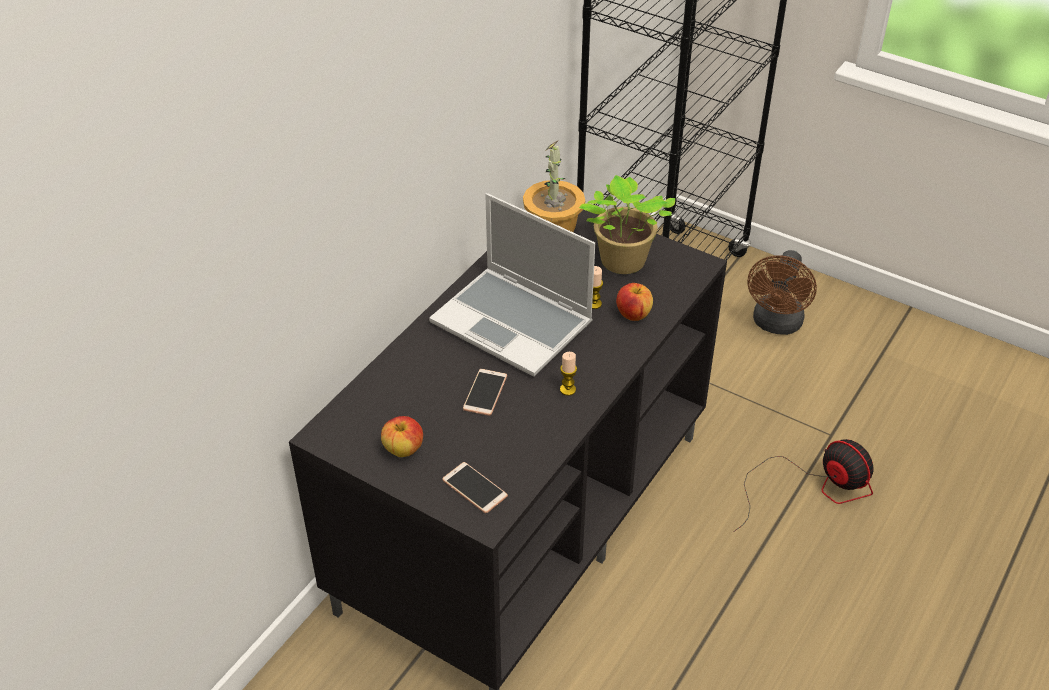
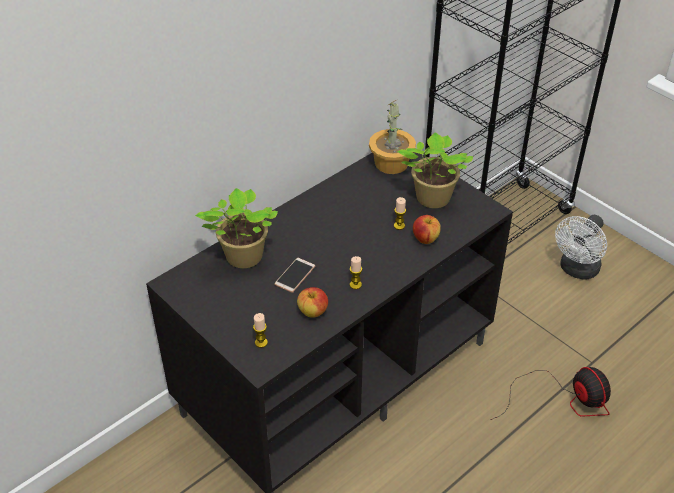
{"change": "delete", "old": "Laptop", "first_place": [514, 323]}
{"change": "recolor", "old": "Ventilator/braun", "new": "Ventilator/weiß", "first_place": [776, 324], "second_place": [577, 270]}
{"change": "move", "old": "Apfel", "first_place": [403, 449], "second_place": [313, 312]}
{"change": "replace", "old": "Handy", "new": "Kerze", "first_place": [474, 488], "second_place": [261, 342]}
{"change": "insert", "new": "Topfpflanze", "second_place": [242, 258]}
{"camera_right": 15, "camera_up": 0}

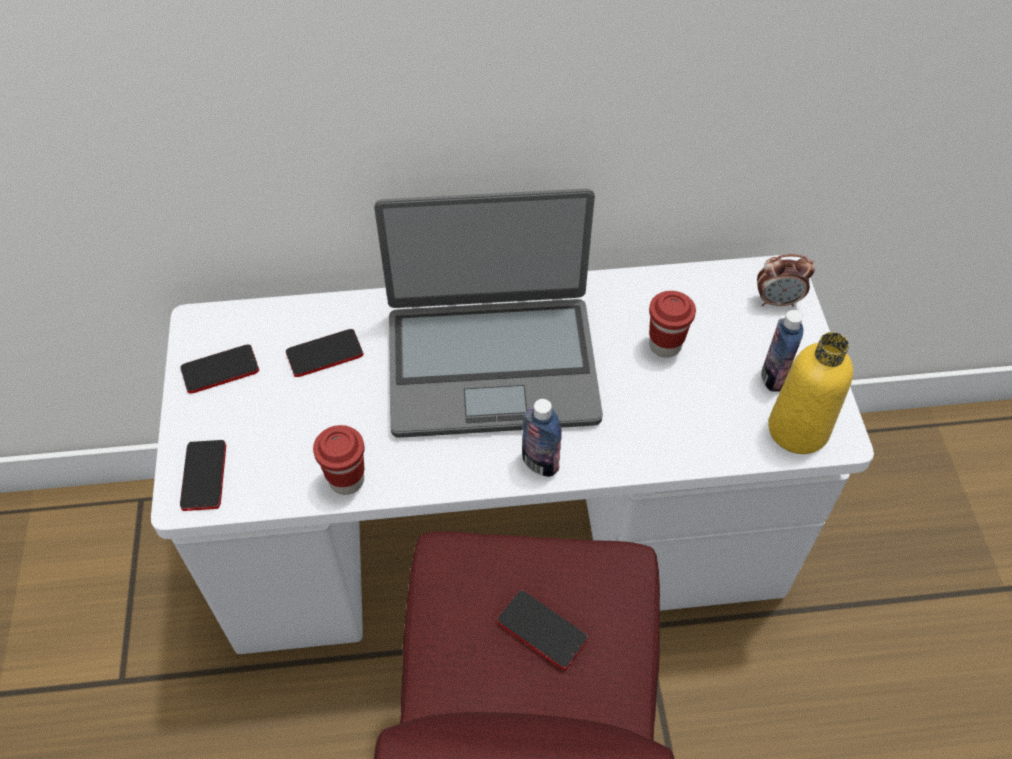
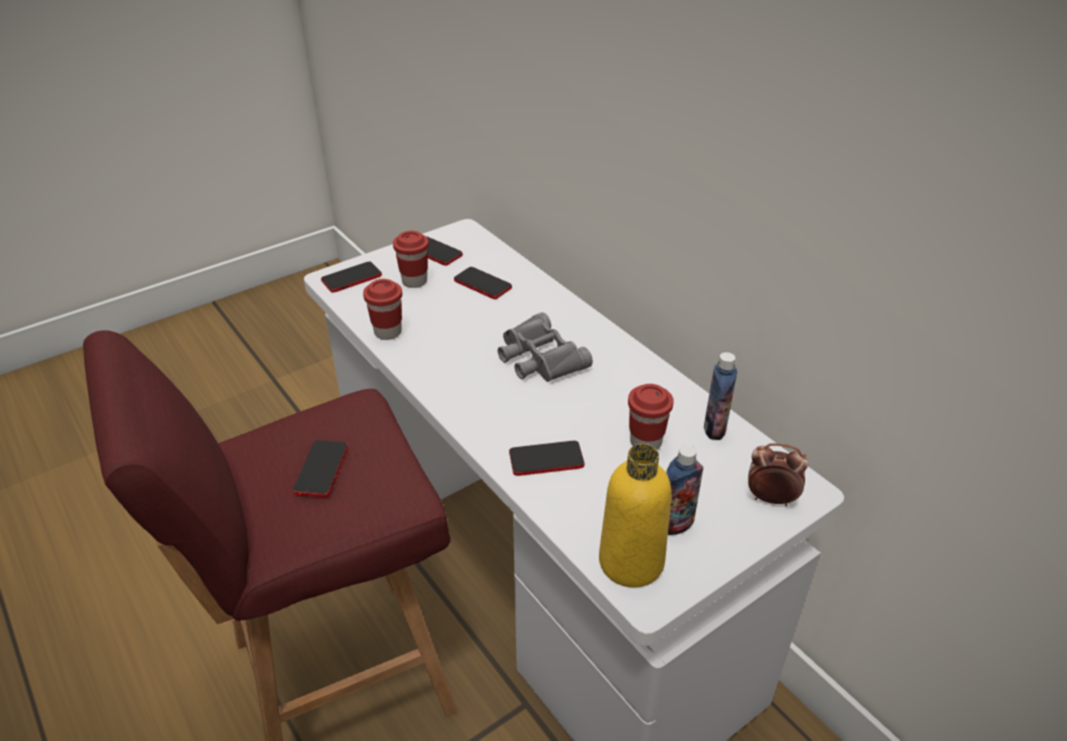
{"change": "replace", "old": "Laptop", "new": "Fernglas/grau", "first_place": [491, 365], "second_place": [539, 358]}
{"change": "rotate", "old": "Wecker", "first_place": [777, 301], "second_place": [770, 498], "degrees": 135}
{"change": "move", "old": "Flasche", "first_place": [540, 463], "second_place": [714, 428]}
{"change": "insert", "new": "Tasse/rot", "second_place": [414, 281]}
{"change": "insert", "new": "Handy", "second_place": [546, 459]}
{"camera_right": 60, "camera_up": -15}

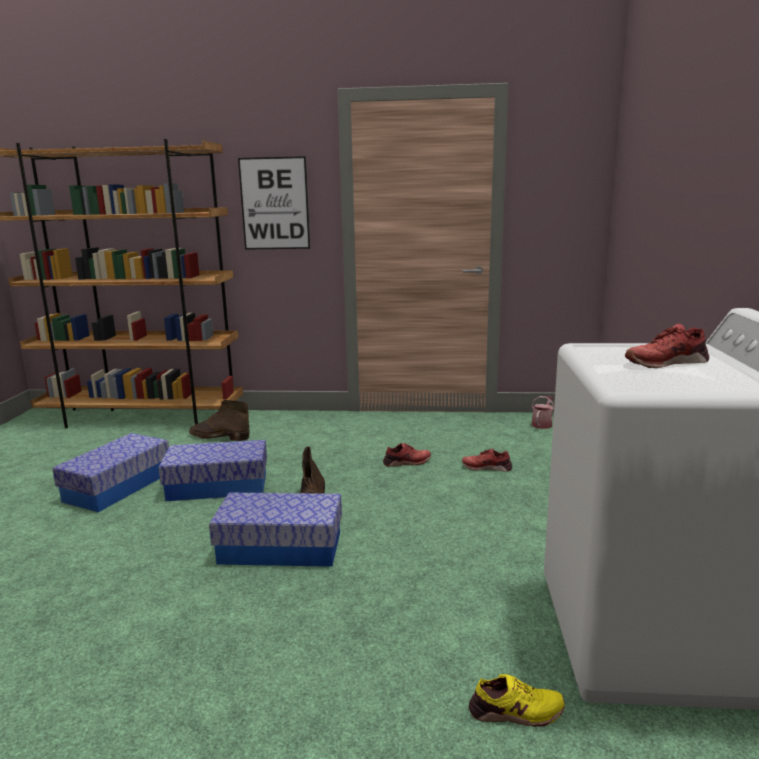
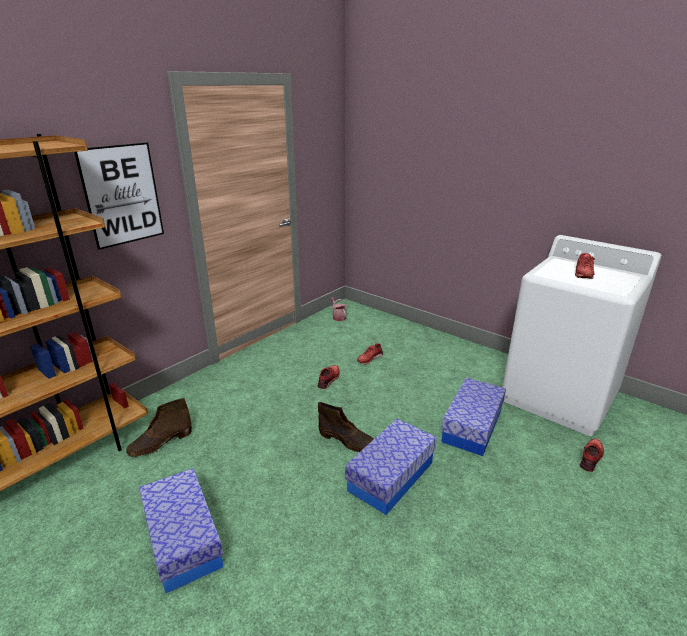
{"change": "move", "old": "Aufbewahrungsbox", "first_place": [217, 486], "second_place": [472, 426]}
{"change": "recolor", "old": "Schuh/gelb", "new": "Schuh/rot", "first_place": [515, 712], "second_place": [591, 458]}
{"camera_right": -55, "camera_up": 10}

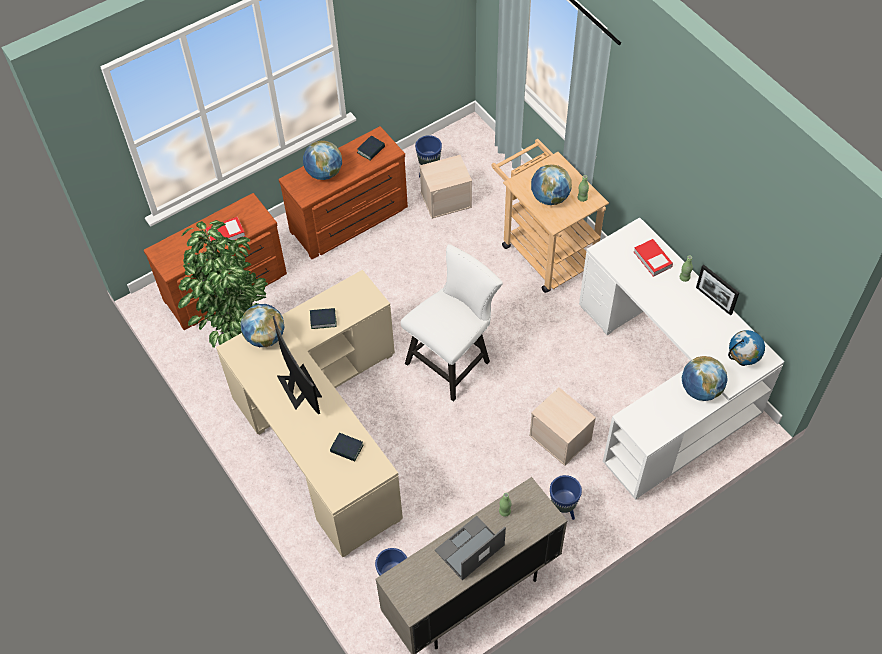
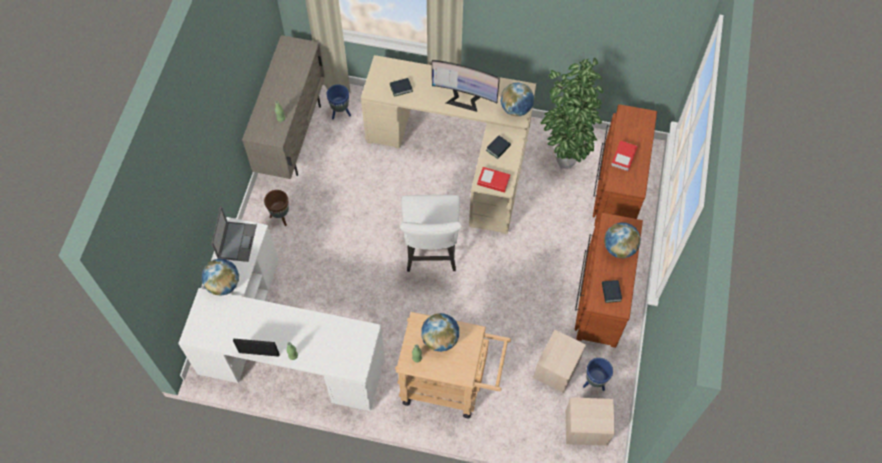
{"change": "move", "old": "Buch", "first_place": [652, 259], "second_place": [493, 181]}
{"change": "delete", "old": "Globus", "first_place": [742, 361]}
{"change": "move", "old": "Aufbewahrungsbox/beige", "first_place": [561, 437], "second_place": [585, 428]}
{"change": "recolor", "old": "Pflanzkübel/blau", "new": "Pflanzkübel/braun", "first_place": [562, 510], "second_place": [281, 217]}
{"change": "move", "old": "Laptop", "first_place": [469, 548], "second_place": [237, 241]}
{"camera_right": 135, "camera_up": 5}

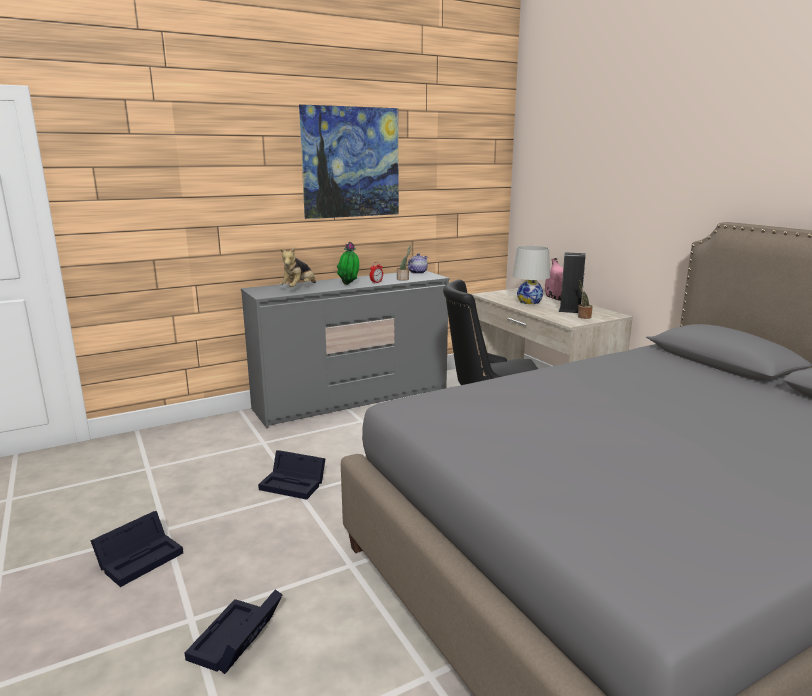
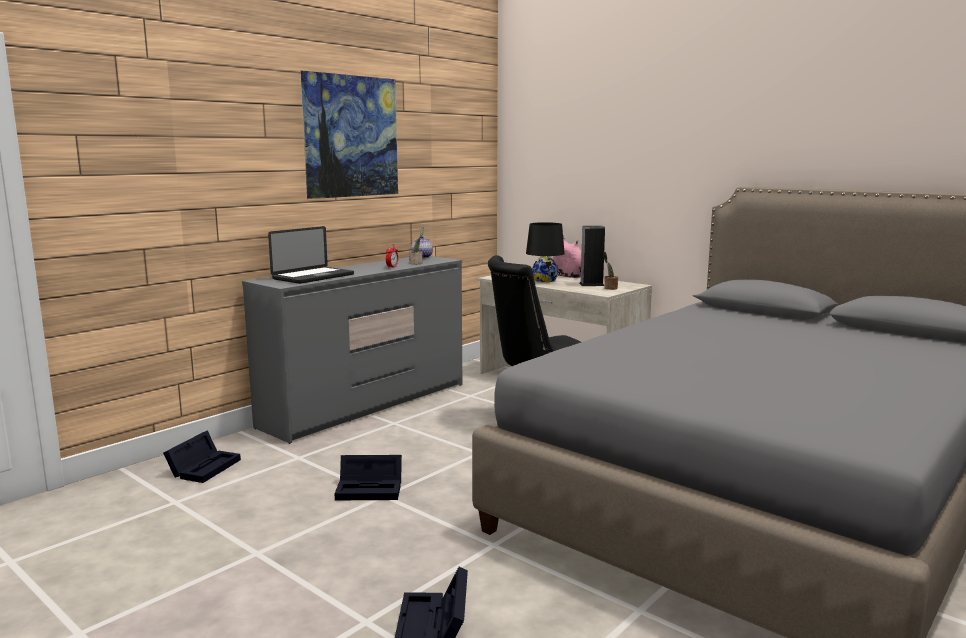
{"change": "delete", "old": "Topfpflanze", "first_place": [349, 284]}
{"change": "recolor", "old": "Tischlampe/weiß", "new": "Tischlampe/schwarz", "first_place": [529, 302], "second_place": [544, 280]}
{"change": "replace", "old": "Plüschtier", "new": "Laptop", "first_place": [299, 288], "second_place": [313, 277]}
{"change": "move", "old": "Aufbewahrungsbox/schwarz", "first_place": [141, 557], "second_place": [204, 467]}
{"camera_right": -20, "camera_up": -5}

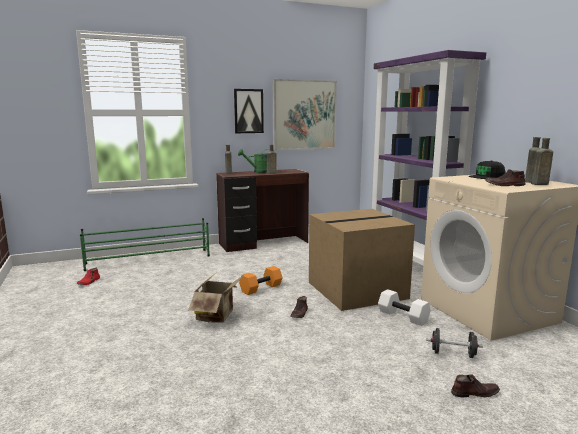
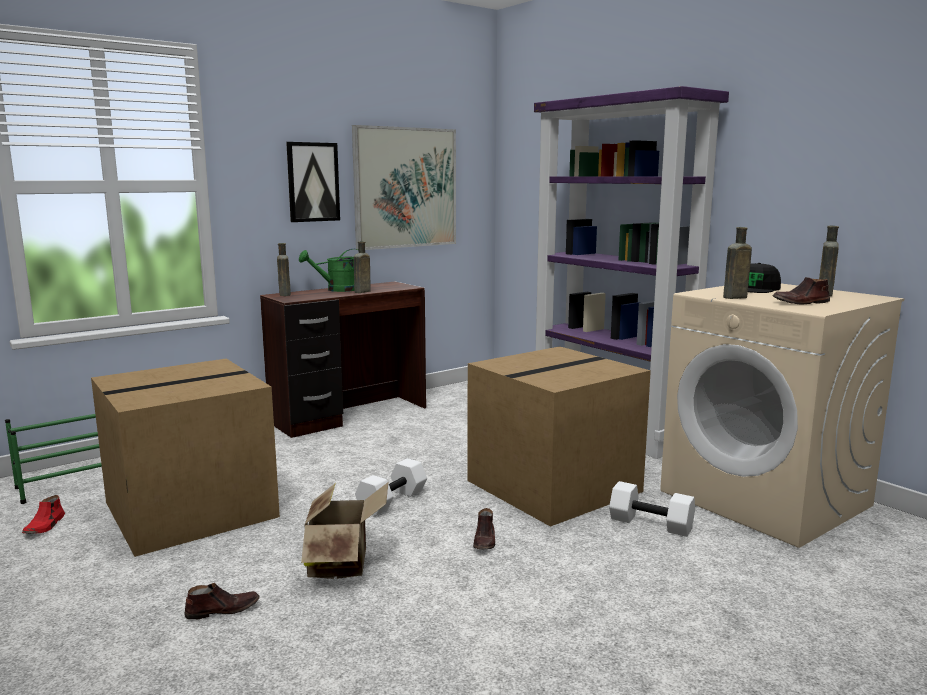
{"change": "move", "old": "Flasche/braun", "first_place": [538, 184], "second_place": [733, 297]}
{"change": "recolor", "old": "Hantel/orange", "new": "Hantel/weiß", "first_place": [261, 288], "second_place": [391, 500]}
{"change": "delete", "old": "Hantel/schwarz", "first_place": [453, 354]}
{"change": "move", "old": "Schuh/braun", "first_place": [474, 393], "second_place": [223, 610]}
{"change": "insert", "new": "Karton", "second_place": [192, 508]}
{"camera_right": -15, "camera_up": 0}

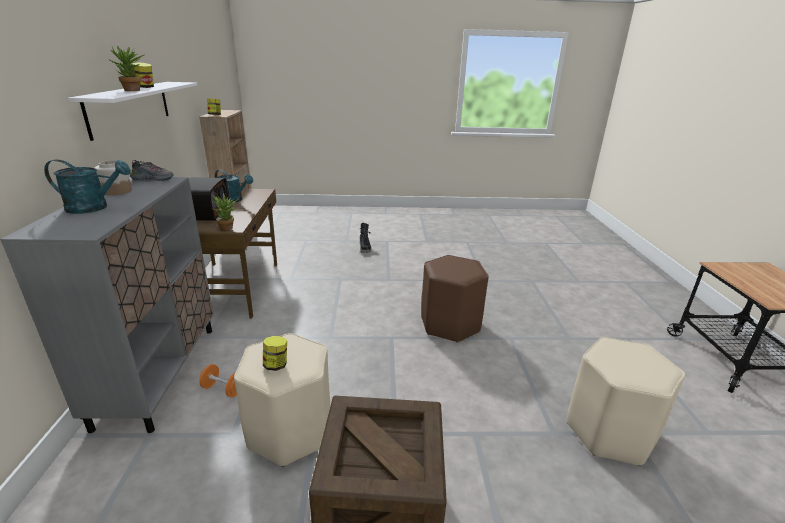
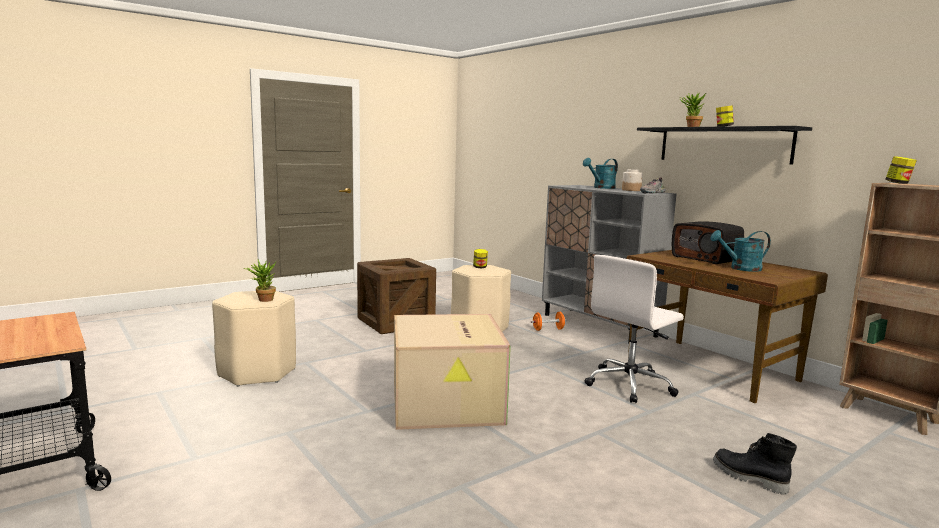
{"change": "recolor", "old": "Wandregal/weiß", "new": "Wandregal/schwarz", "first_place": [130, 107], "second_place": [723, 145]}
{"change": "move", "old": "Topfpflanze", "first_place": [229, 228], "second_place": [262, 300]}
{"change": "replace", "old": "Hocker/braun", "new": "Karton", "first_place": [449, 324], "second_place": [448, 404]}
{"change": "insert", "new": "Bürostuhl/weiß", "second_place": [630, 385]}
{"camera_right": 145, "camera_up": -15}

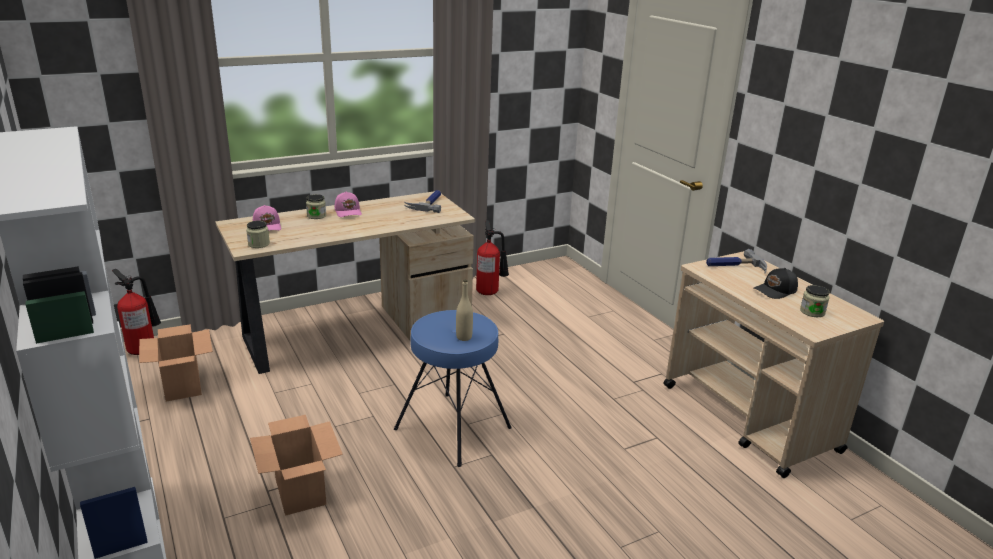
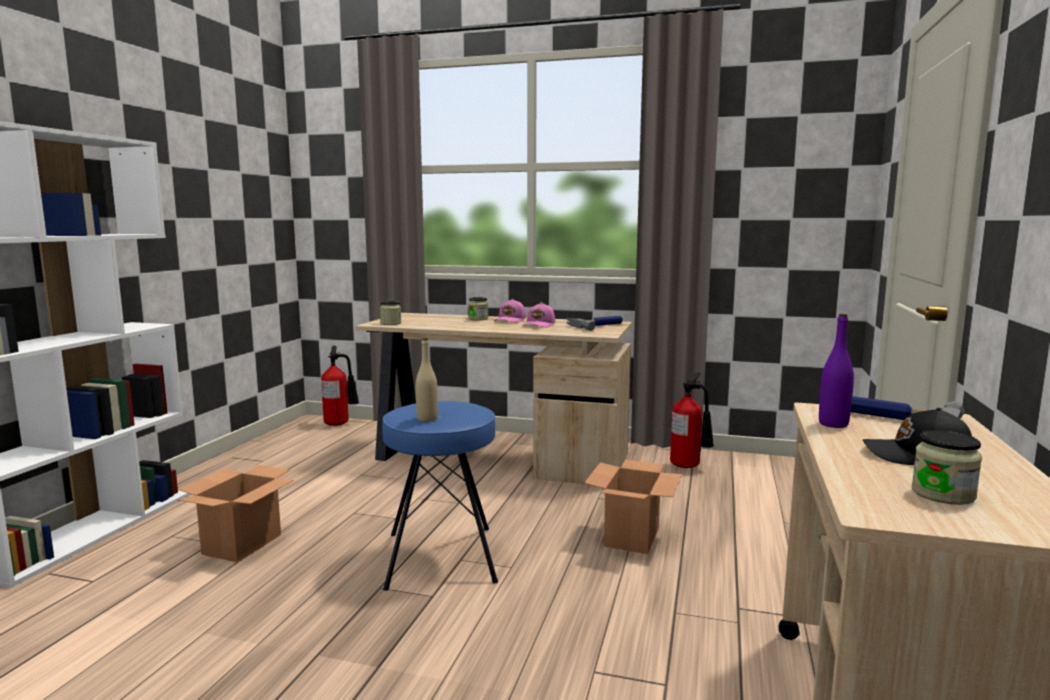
{"change": "move", "old": "Kappe/rosa", "first_place": [267, 226], "second_place": [539, 325]}
{"change": "move", "old": "Karton", "first_place": [182, 385], "second_place": [631, 536]}
{"change": "insert", "new": "Flasche/lila", "second_place": [833, 424]}
{"camera_right": 45, "camera_up": -15}

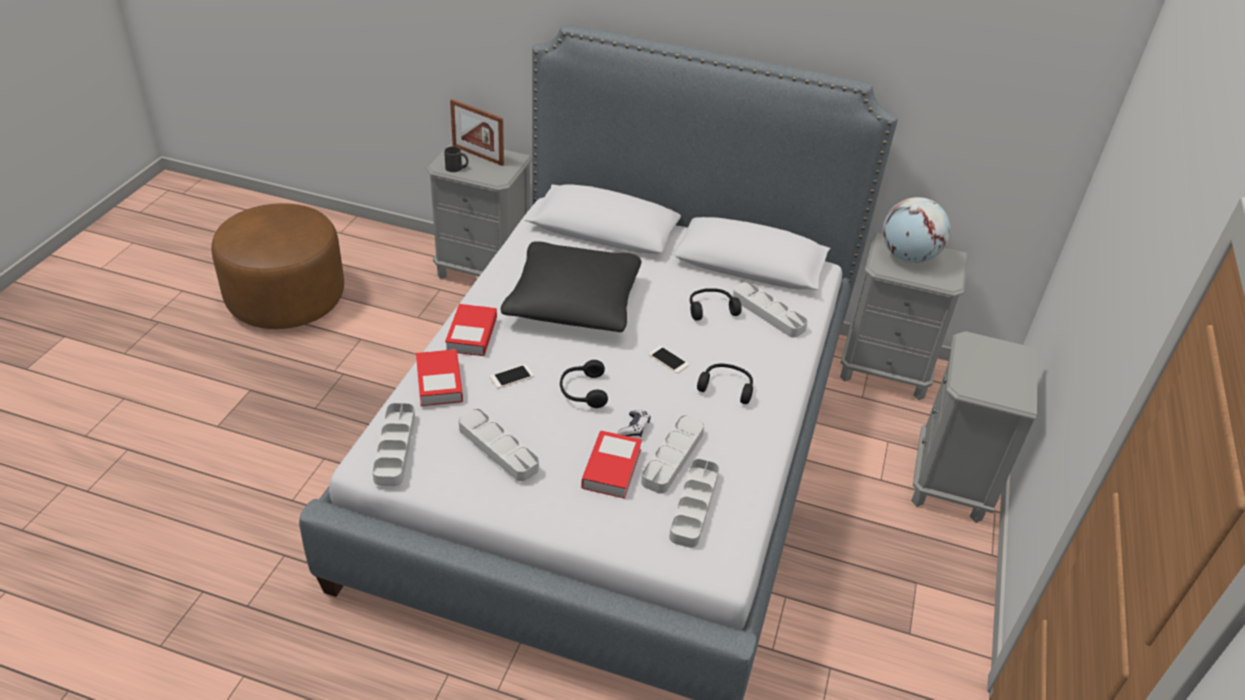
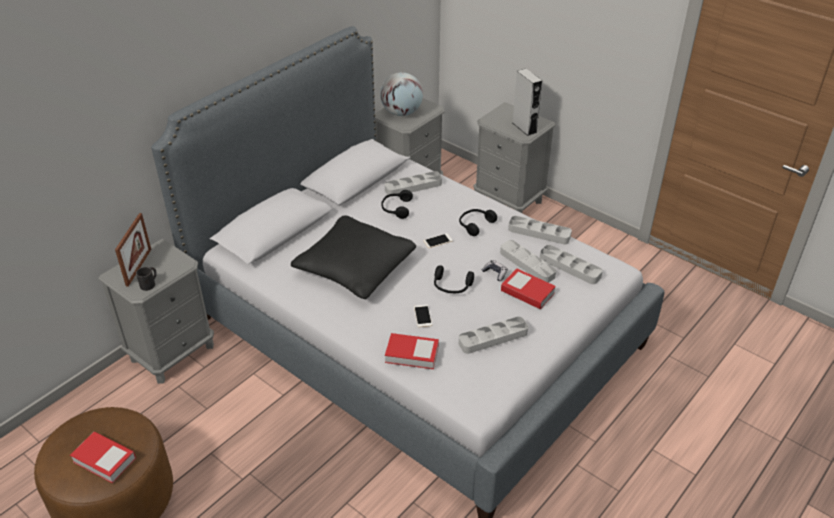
{"change": "rotate", "old": "Bilderrahmen", "first_place": [478, 155], "second_place": [139, 267], "degrees": -45}
{"change": "move", "old": "Buch", "first_place": [471, 334], "second_place": [104, 460]}
{"change": "move", "old": "Tablett/grau", "first_place": [395, 447], "second_place": [539, 233]}
{"change": "insert", "new": "Lautsprecher/grau", "second_place": [524, 127]}
{"camera_right": -65, "camera_up": 0}

